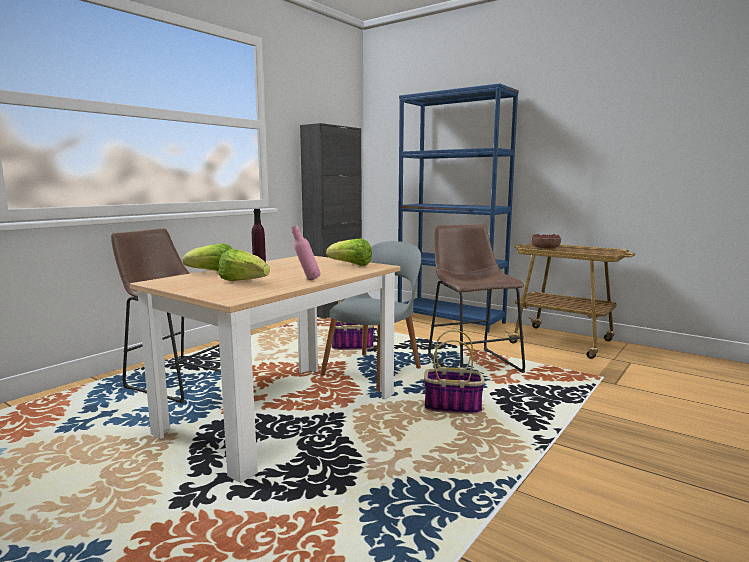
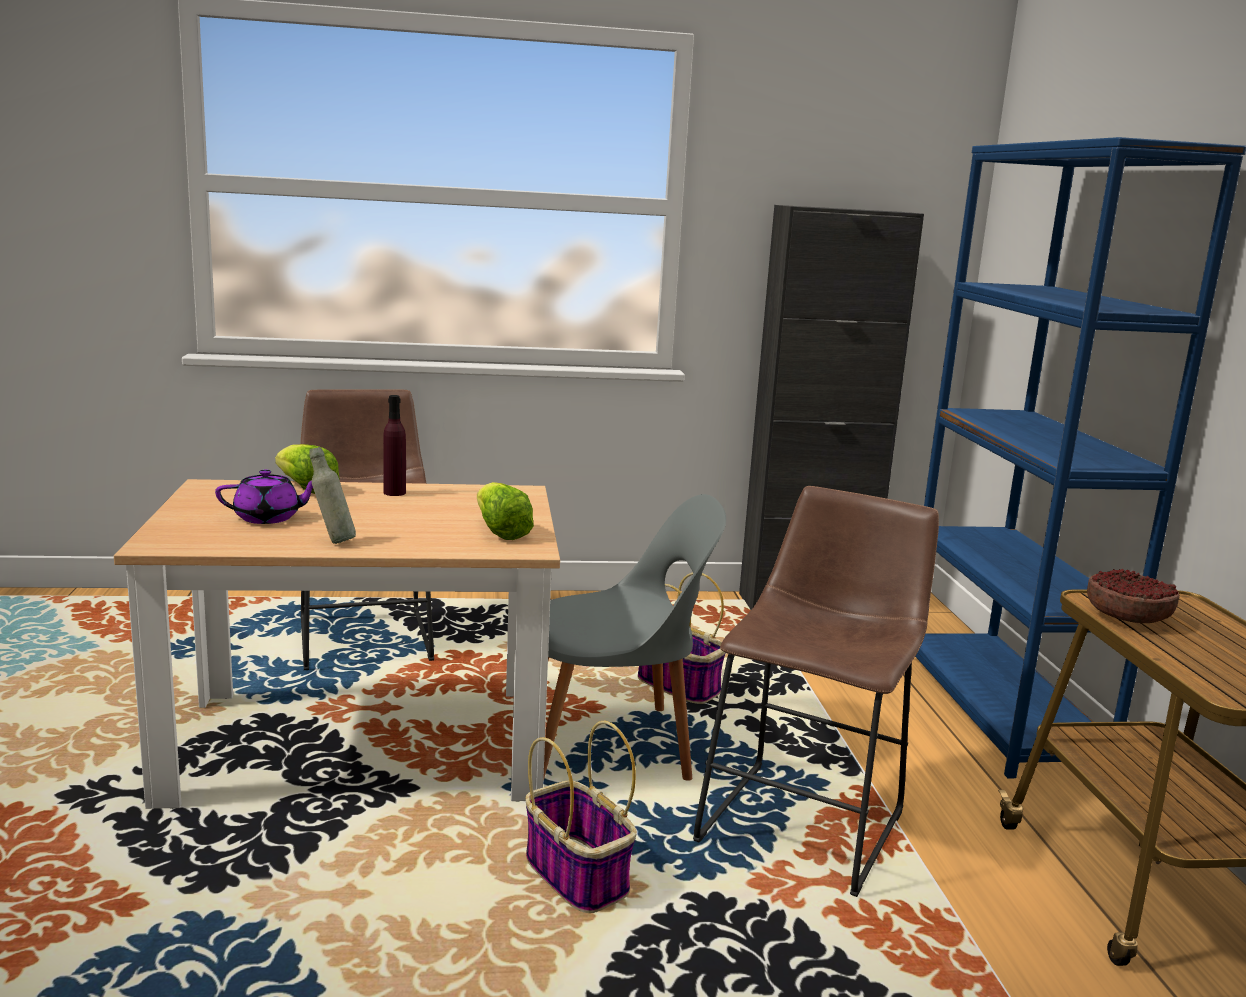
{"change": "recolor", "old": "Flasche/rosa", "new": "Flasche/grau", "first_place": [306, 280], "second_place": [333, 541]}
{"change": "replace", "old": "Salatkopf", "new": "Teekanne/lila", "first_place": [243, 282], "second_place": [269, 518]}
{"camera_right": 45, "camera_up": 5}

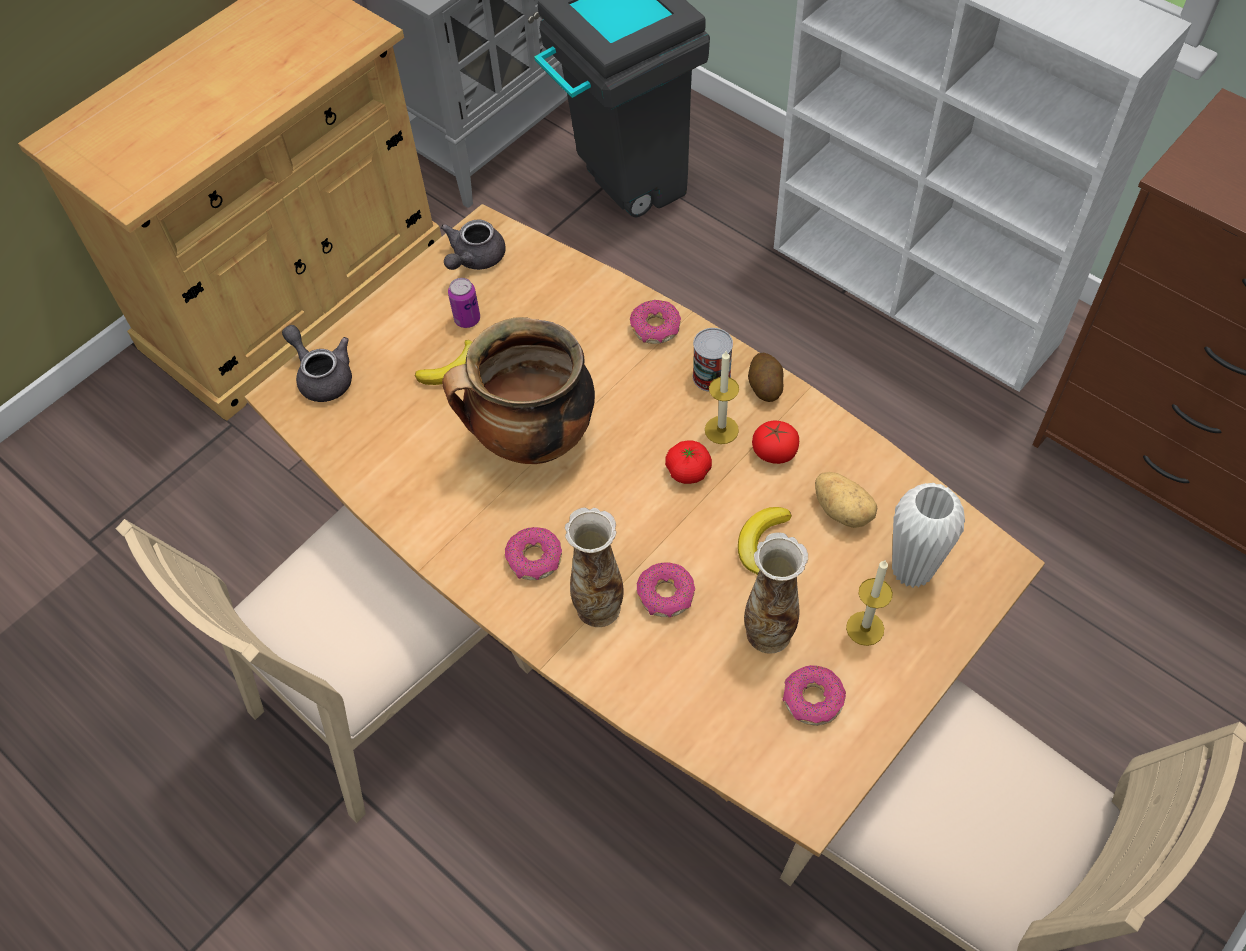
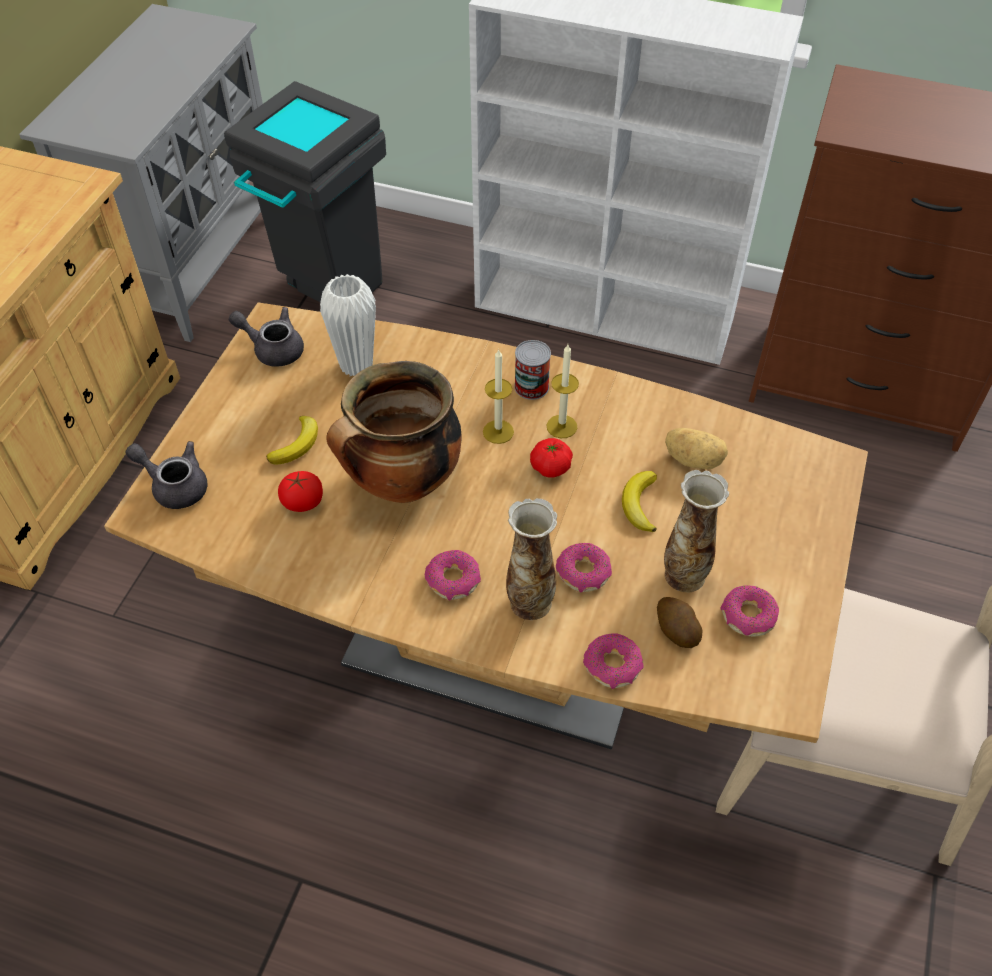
{"change": "rotate", "old": "Teekanne/grau", "first_place": [474, 259], "second_place": [273, 348], "degrees": 105}
{"change": "delete", "old": "Dose", "first_place": [467, 319]}
{"change": "move", "old": "Donut", "first_place": [655, 328], "second_place": [612, 666]}
{"change": "move", "old": "Kartoffel", "first_place": [765, 386], "second_place": [676, 630]}
{"change": "move", "old": "Tomate", "first_place": [774, 452], "second_place": [302, 502]}
{"change": "move", "old": "Vase/weiß", "first_place": [912, 570], "second_place": [356, 365]}
{"change": "delete", "old": "Stuhl/beige", "first_place": [386, 686]}
{"change": "move", "old": "Kerze", "first_place": [865, 628], "second_place": [498, 431]}
{"camera_right": -25, "camera_up": -5}

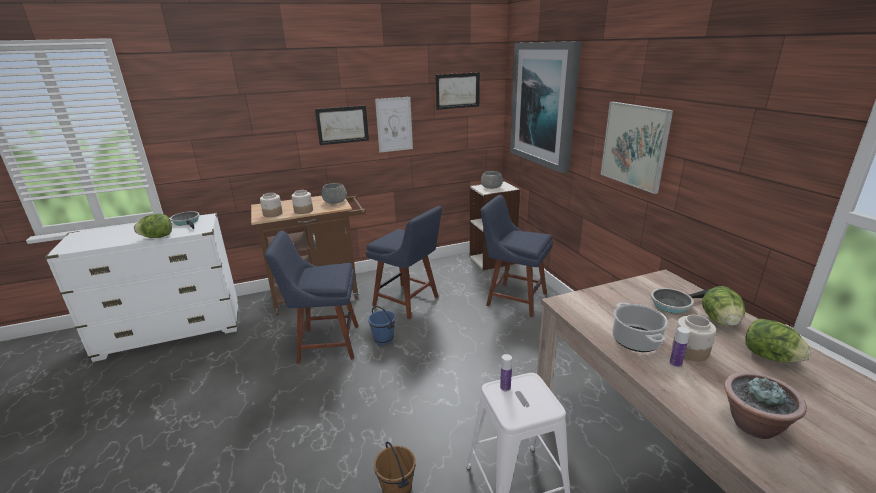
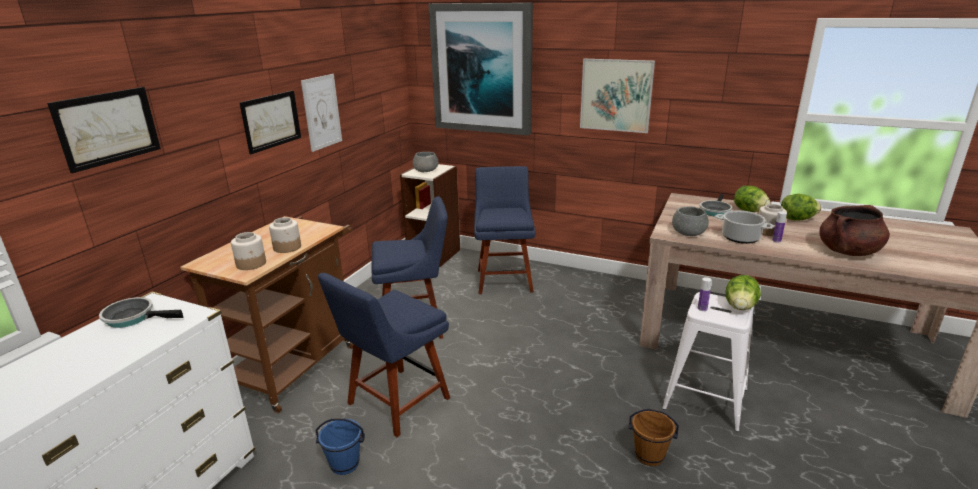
{"change": "move", "old": "Bild", "first_place": [457, 90], "second_place": [108, 128]}
{"change": "move", "old": "Schüssel/grau", "first_place": [335, 201], "second_place": [689, 232]}
{"change": "rotate", "old": "Stuhl/blau", "first_place": [513, 298], "second_place": [504, 279], "degrees": 105}
{"change": "move", "old": "Salatkopf", "first_place": [157, 237], "second_place": [740, 307]}
{"change": "move", "old": "Eimer/blau", "first_place": [384, 339], "second_place": [345, 464]}
{"change": "replace", "old": "Topfpflanze", "new": "Kochtopf/braun", "first_place": [753, 425], "second_place": [848, 251]}
{"camera_right": -45, "camera_up": 0}

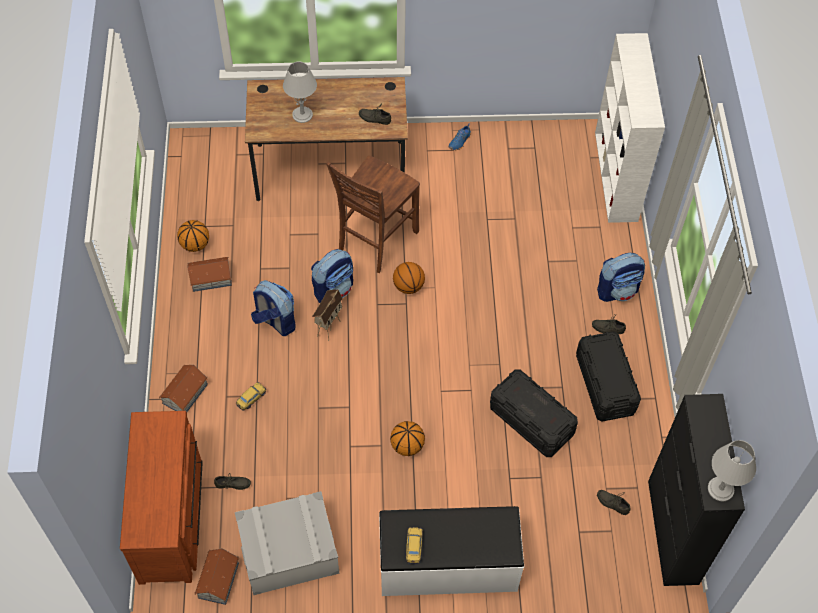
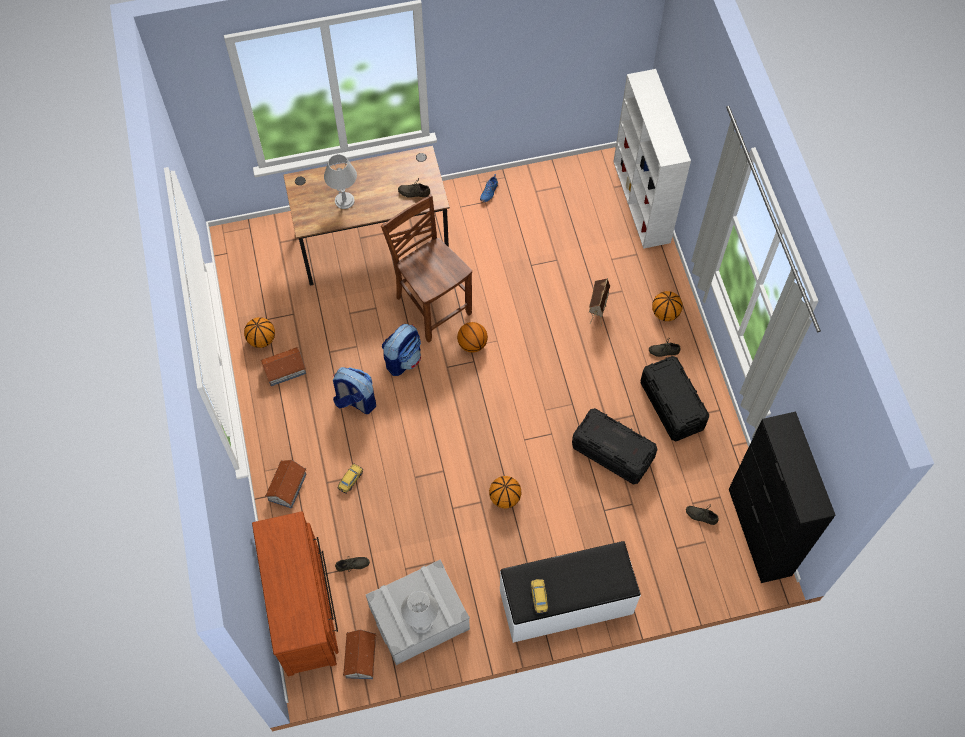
{"change": "rotate", "old": "Stuhl/braun", "first_place": [375, 241], "second_place": [432, 305], "degrees": 120}
{"change": "replace", "old": "Rucksack", "new": "Basketball", "first_place": [617, 290], "second_place": [665, 313]}
{"change": "move", "old": "Spielzeughaus", "first_place": [328, 325], "second_place": [596, 312]}
{"change": "move", "old": "Tischlampe/grau", "first_place": [720, 489], "second_place": [421, 622]}
{"camera_right": -10, "camera_up": 5}

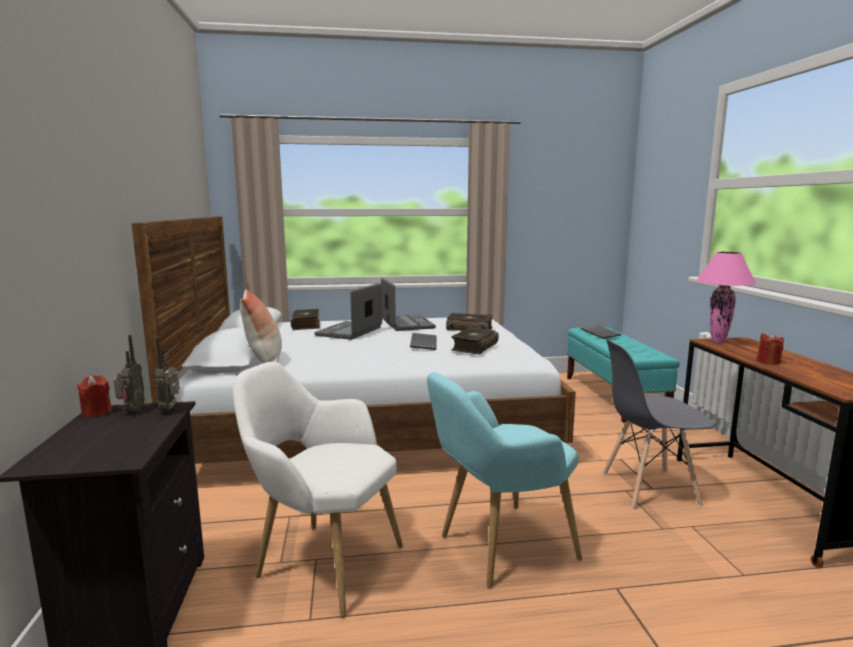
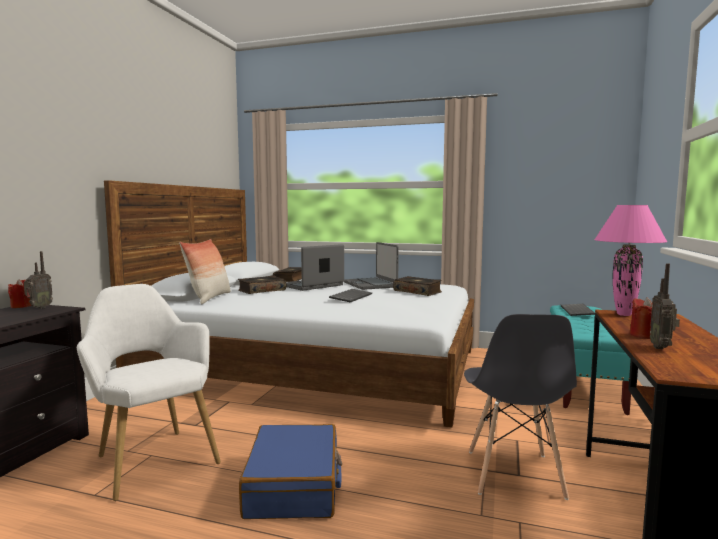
{"change": "rotate", "old": "Laptop", "first_place": [407, 324], "second_place": [370, 284], "degrees": 150}
{"change": "move", "old": "Buch", "first_place": [473, 347], "second_place": [261, 290]}
{"change": "move", "old": "Radio", "first_place": [171, 410], "second_place": [662, 347]}
{"change": "rotate", "old": "Stuhl/grau", "first_place": [648, 489], "second_place": [514, 474], "degrees": -105}
{"change": "replace", "old": "Sessel/türkis", "new": "Koffer/blau", "first_place": [498, 548], "second_place": [294, 486]}
{"camera_right": 25, "camera_up": -5}

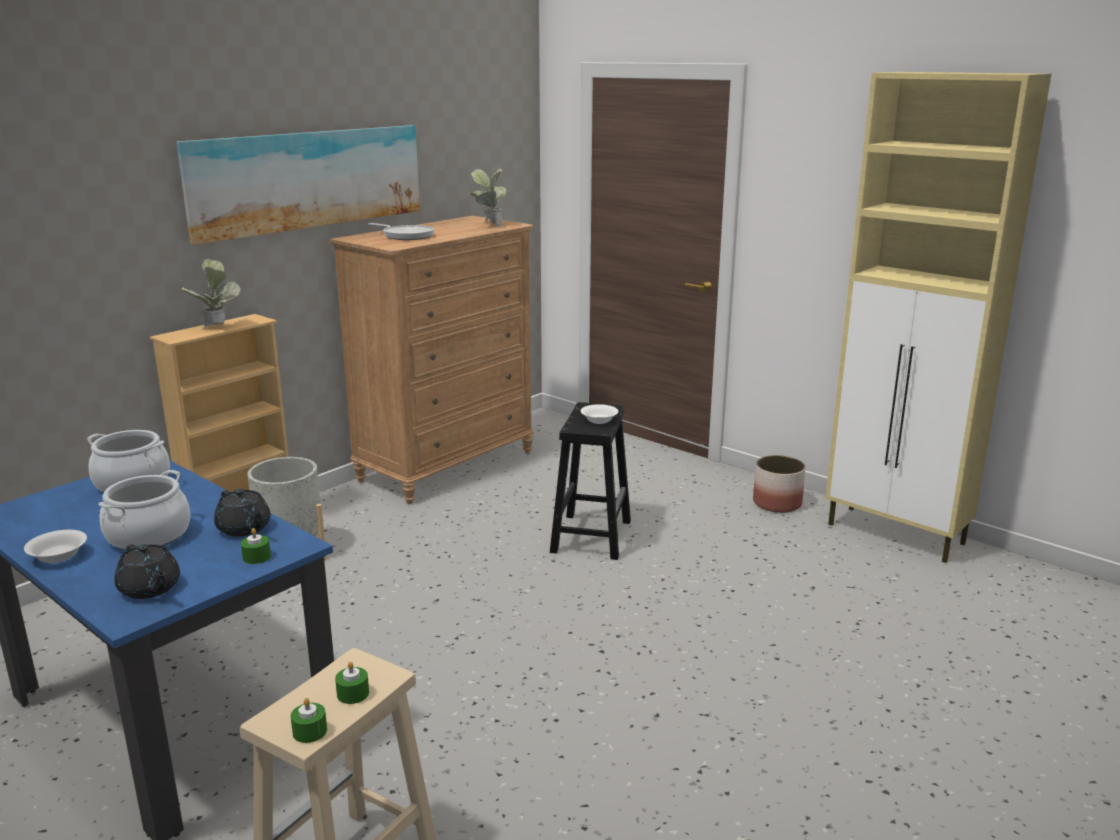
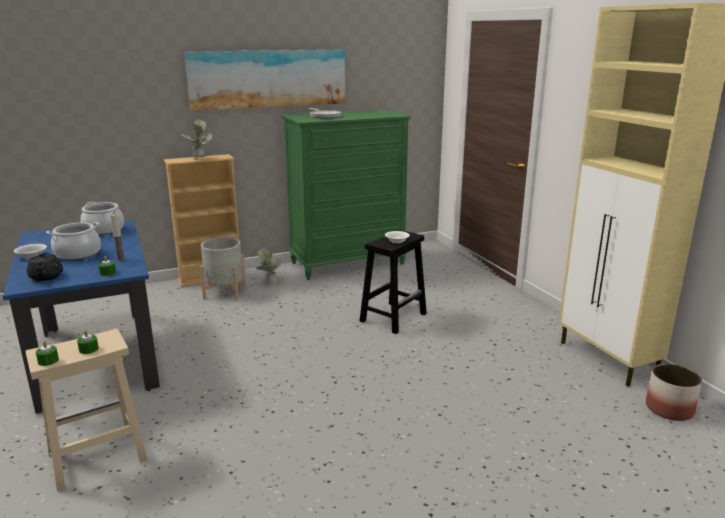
{"change": "move", "old": "Topfpflanze", "first_place": [489, 225], "second_place": [269, 282]}
{"change": "recolor", "old": "Kommode/braun", "new": "Kommode/grün", "first_place": [446, 466], "second_place": [348, 263]}
{"change": "move", "old": "Pflanzkübel", "first_place": [777, 503], "second_place": [669, 409]}
{"change": "replace", "old": "Teekanne/schwarz", "new": "Kerze", "first_place": [244, 529], "second_place": [120, 259]}
{"camera_right": 25, "camera_up": 0}

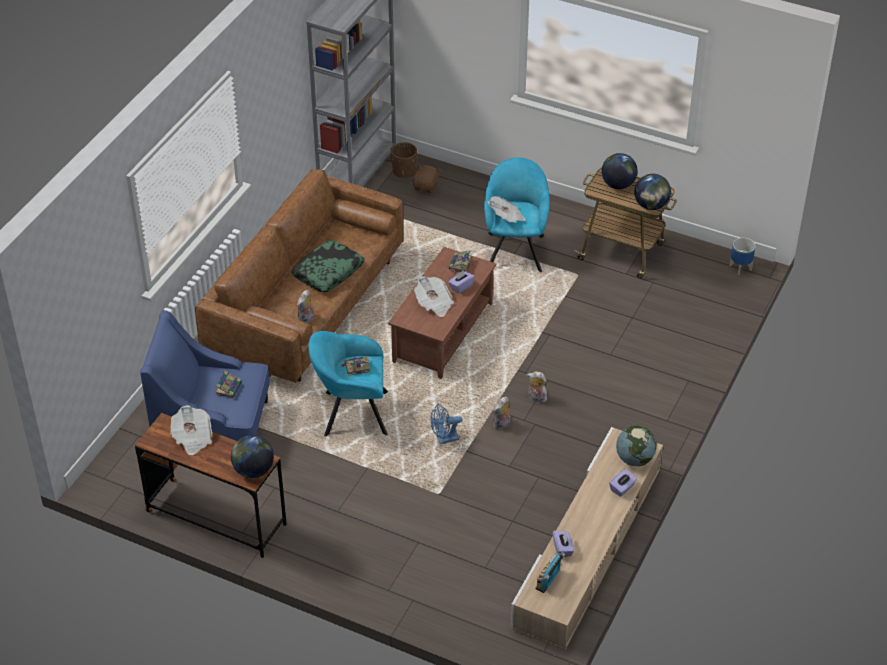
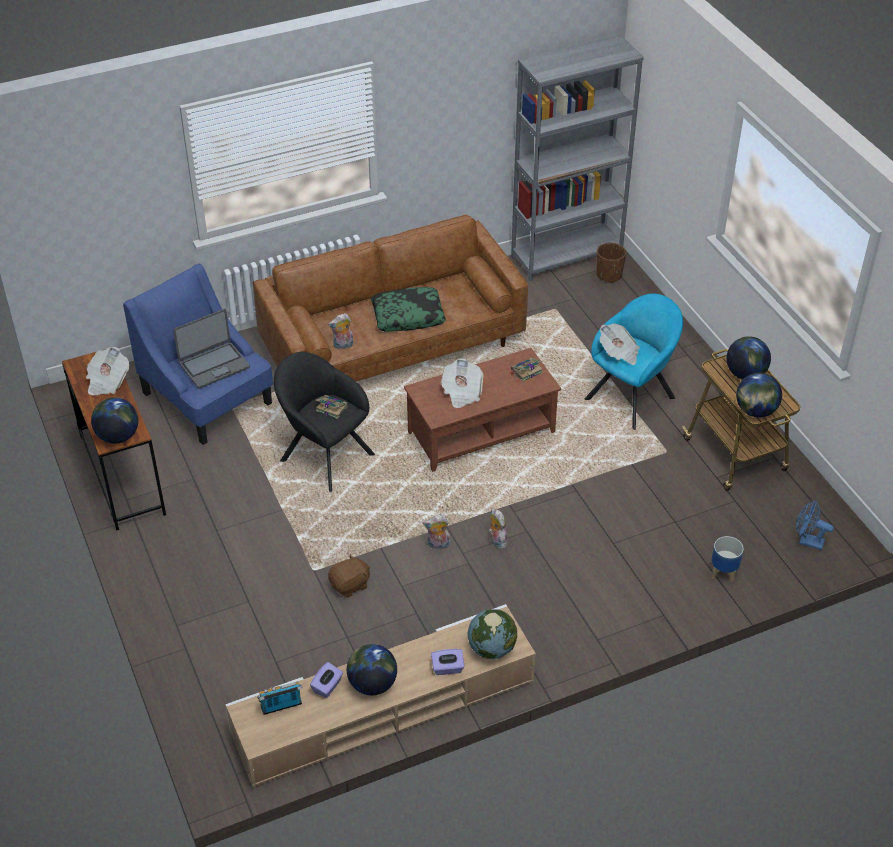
{"change": "move", "old": "Plüschtier/braun", "first_place": [426, 187], "second_place": [350, 585]}
{"change": "move", "old": "Pflanzkübel", "first_place": [740, 267], "second_place": [724, 573]}
{"change": "delete", "old": "Taschentuchbox/lila", "first_place": [461, 286]}
{"change": "recolor", "old": "Sessel/türkis", "new": "Sessel/schwarz", "first_place": [351, 413], "second_place": [323, 455]}
{"change": "replace", "old": "Buch", "new": "Laptop", "first_place": [228, 388], "second_place": [214, 365]}
{"change": "move", "old": "Ventilator/blau", "first_place": [444, 439], "second_place": [807, 541]}
{"change": "insert", "new": "Globus", "second_place": [372, 684]}
{"camera_right": 40, "camera_up": 0}

